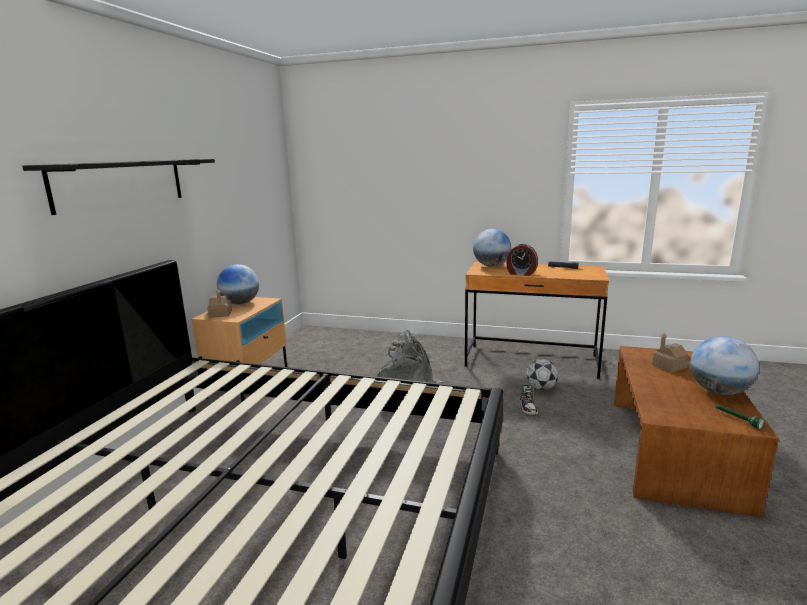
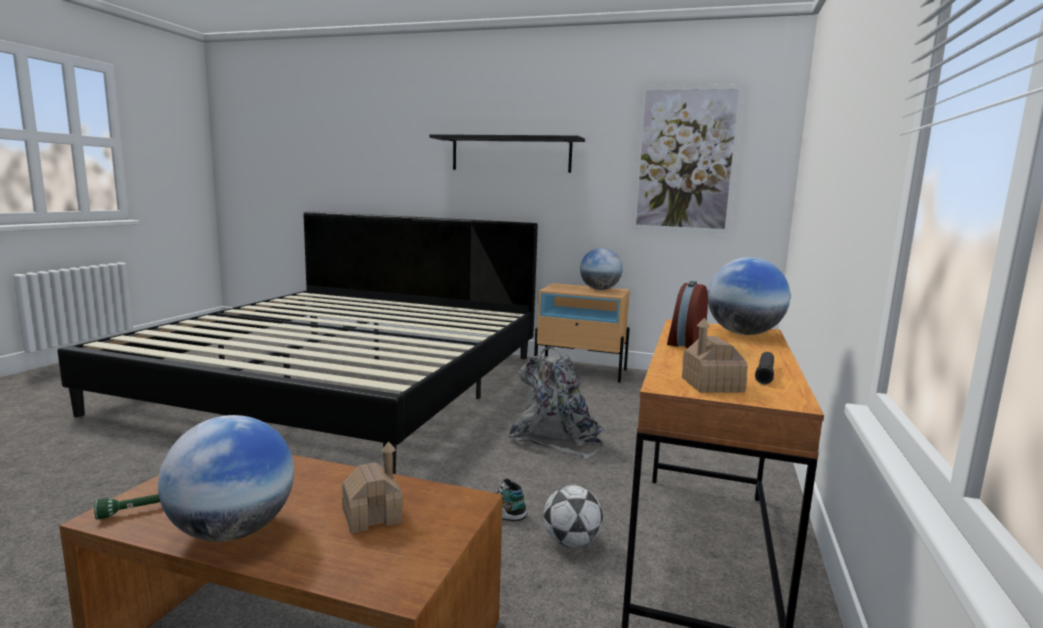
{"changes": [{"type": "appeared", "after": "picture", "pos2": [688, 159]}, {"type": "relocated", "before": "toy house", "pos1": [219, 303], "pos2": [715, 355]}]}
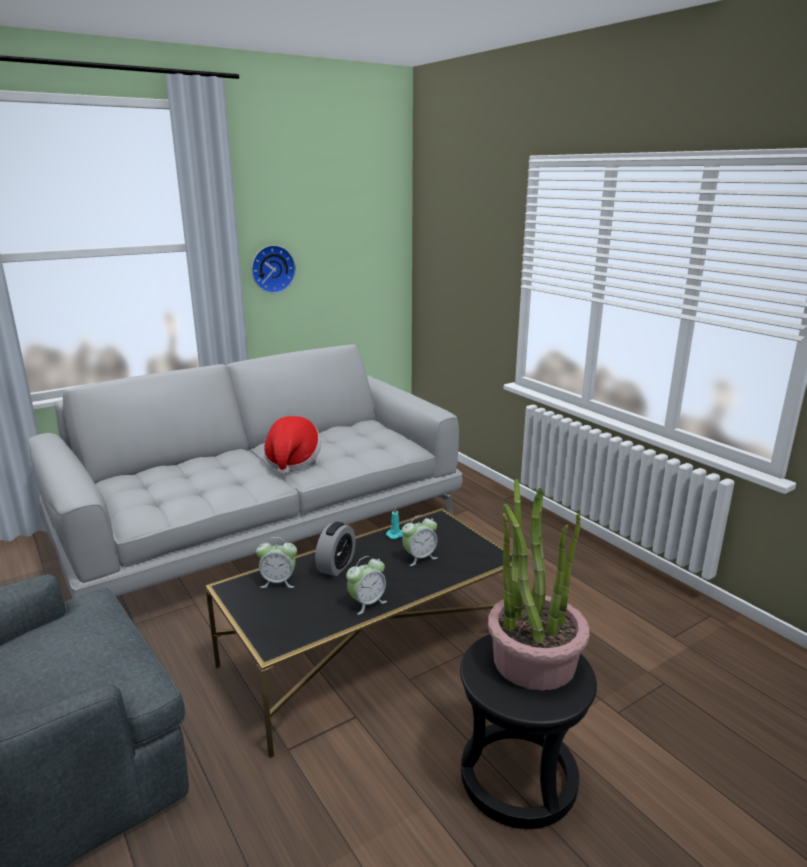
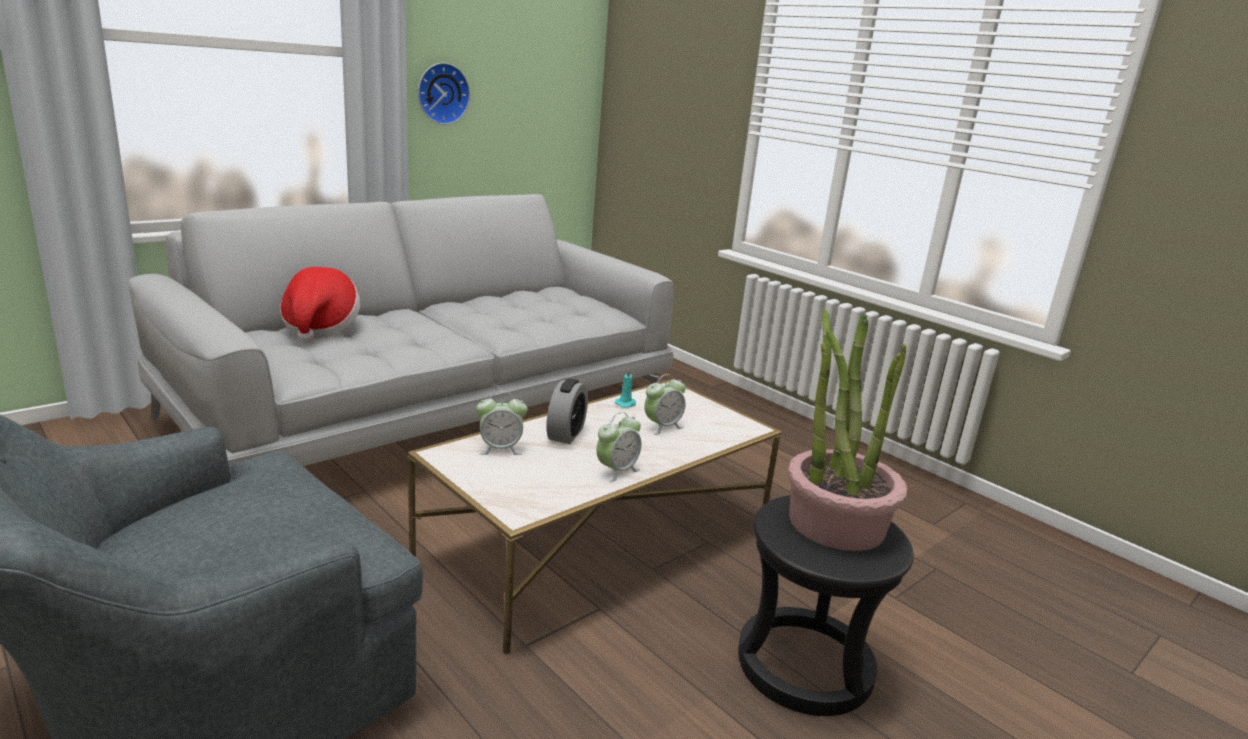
{"changes": [{"type": "relocated", "before": "hat", "pos1": [292, 446], "pos2": [320, 304]}, {"type": "colour", "before": "black coffee table", "after": "white coffee table", "pos1": [358, 633], "pos2": [594, 517]}]}
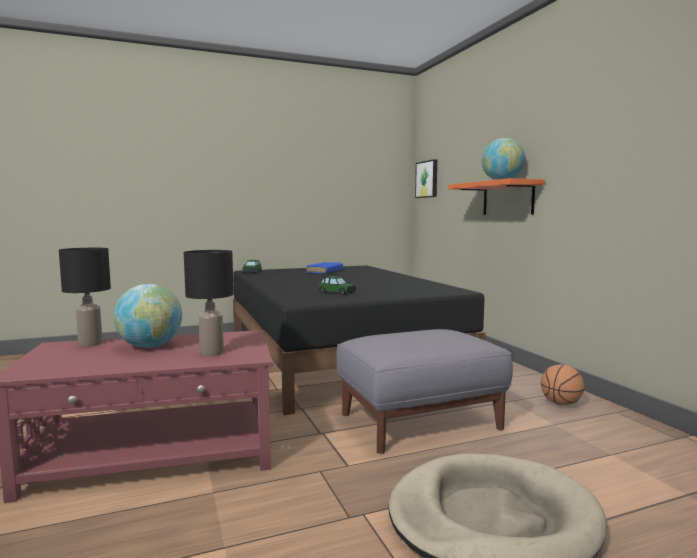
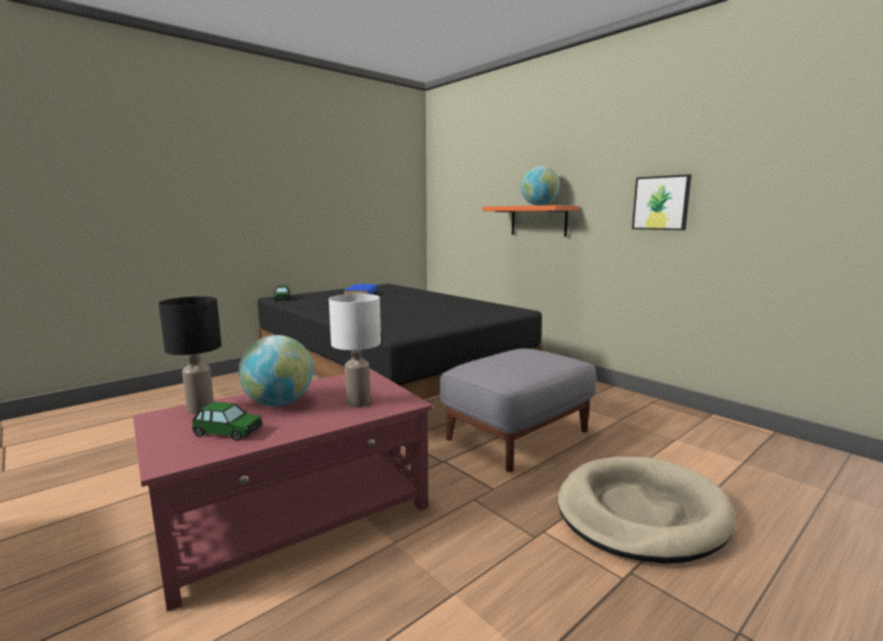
{"changes": [{"type": "relocated", "before": "toy car", "pos1": [337, 285], "pos2": [227, 421]}, {"type": "colour", "before": "black table lamp", "after": "white table lamp", "pos1": [209, 303], "pos2": [355, 350]}, {"type": "relocated", "before": "picture", "pos1": [426, 178], "pos2": [662, 202]}, {"type": "missing", "before": "basketball", "pos1": [563, 384]}]}
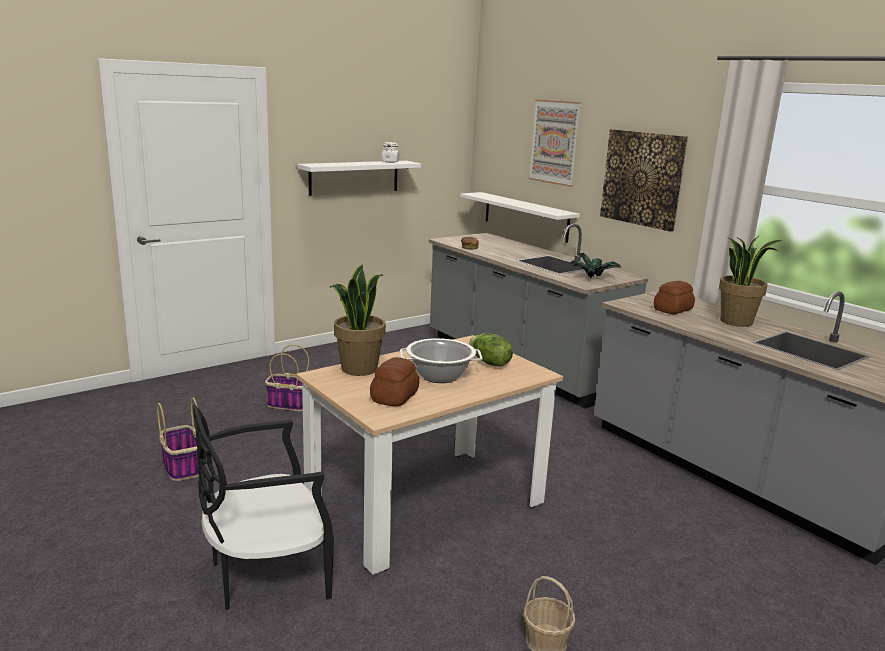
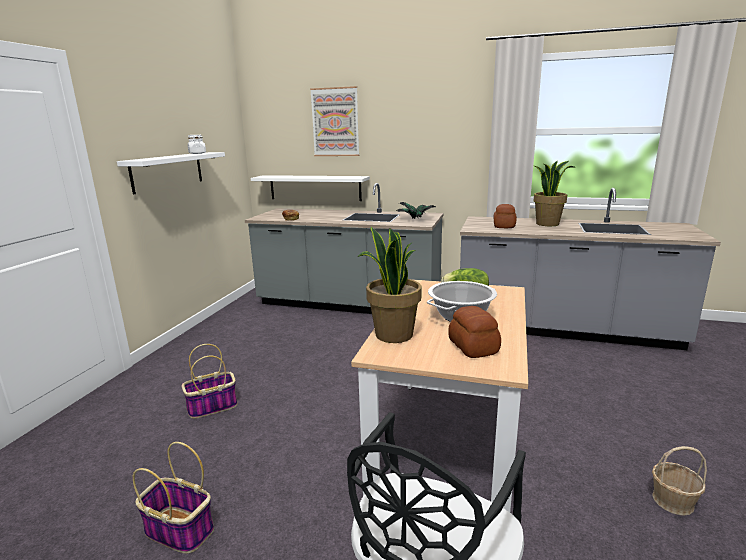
{"changes": [{"type": "missing", "before": "picture", "pos1": [644, 180]}]}
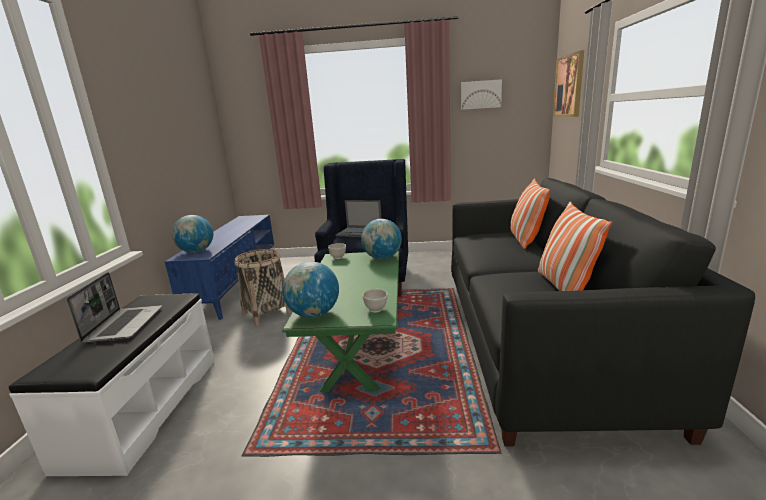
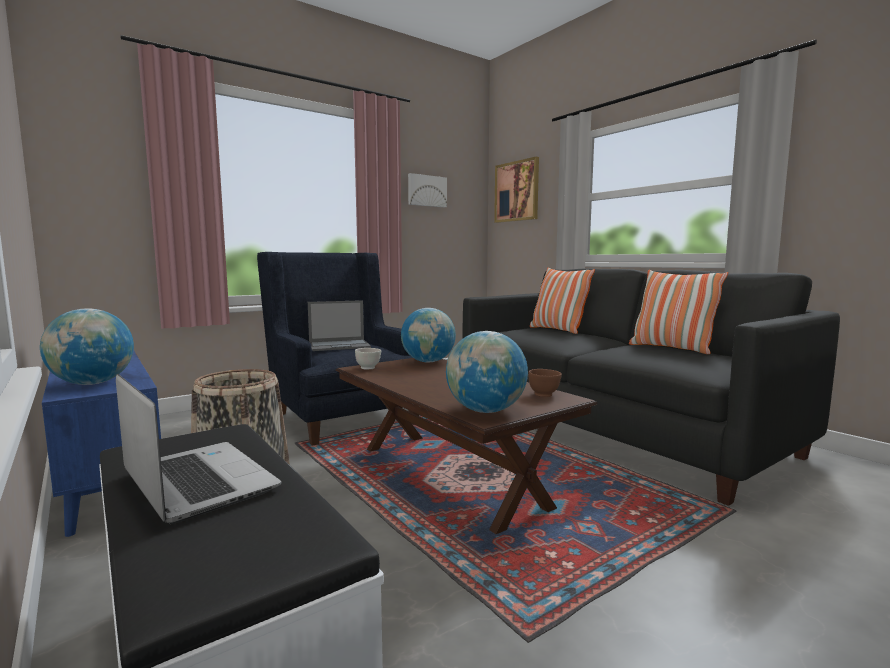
{"changes": [{"type": "colour", "before": "green coffee table", "after": "brown coffee table", "pos1": [340, 321], "pos2": [467, 446]}, {"type": "colour", "before": "white bowl", "after": "brown bowl", "pos1": [375, 301], "pos2": [545, 383]}]}
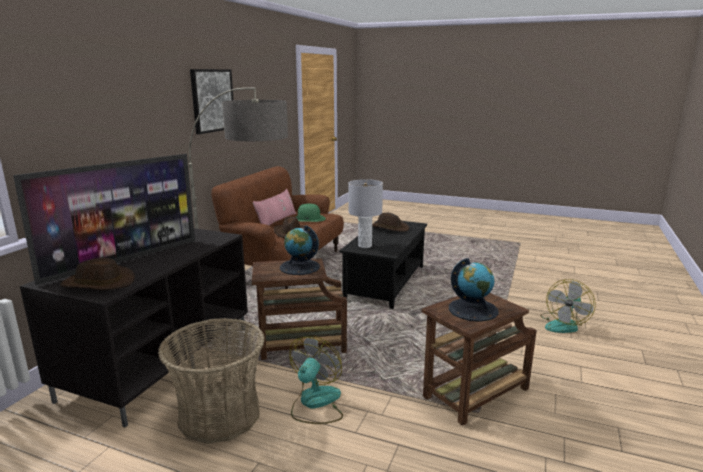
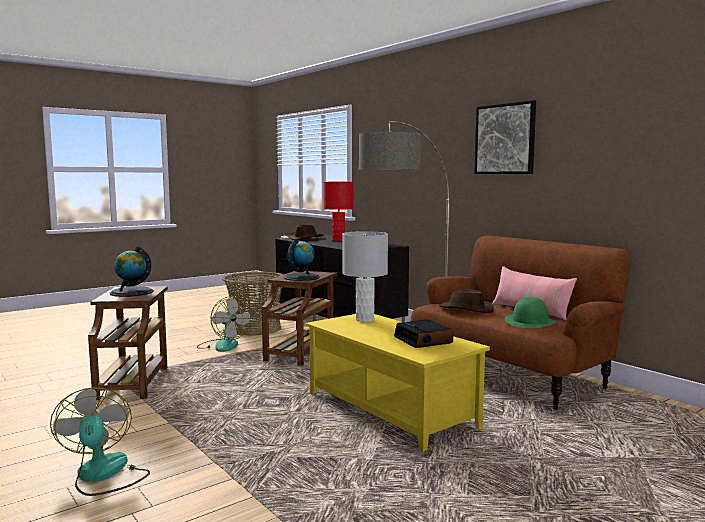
{"changes": [{"type": "colour", "before": "black coffee table", "after": "yellow coffee table", "pos1": [383, 264], "pos2": [398, 383]}, {"type": "exchanged", "before": "television", "after": "red table lamp", "pos1": [104, 219], "pos2": [338, 211]}, {"type": "exchanged", "before": "brown hat", "after": "alarm clock", "pos1": [391, 222], "pos2": [424, 334]}]}
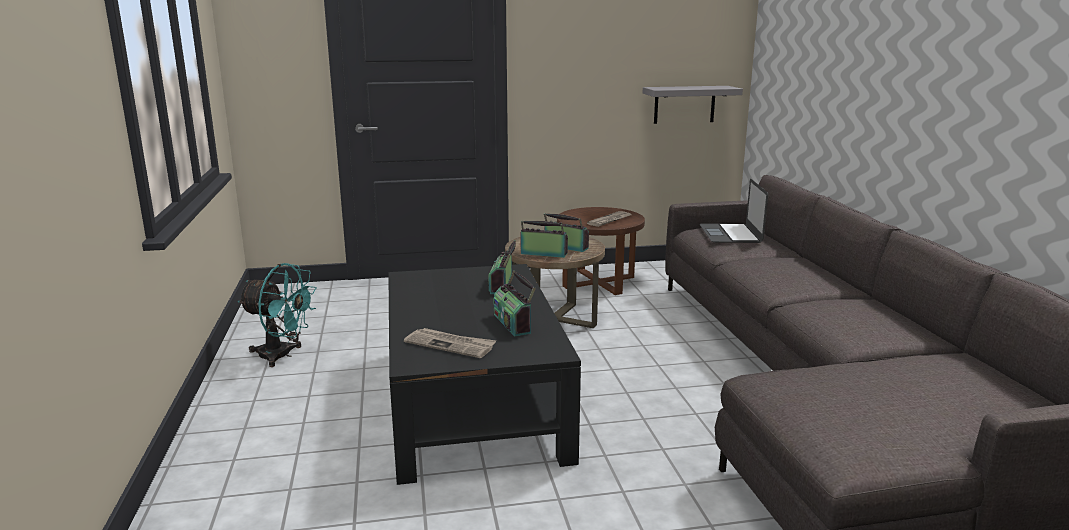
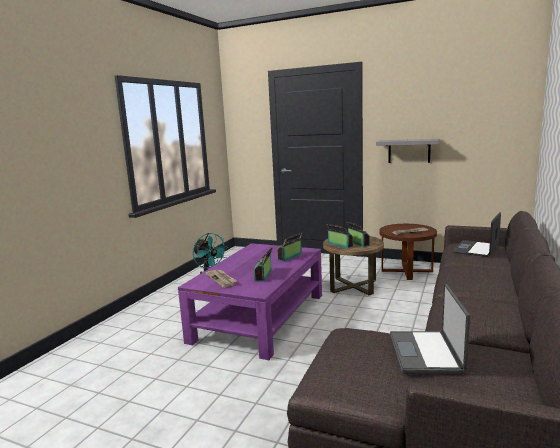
{"changes": [{"type": "colour", "before": "black coffee table", "after": "purple coffee table", "pos1": [484, 374], "pos2": [250, 301]}, {"type": "relocated", "before": "grey shelf", "pos1": [693, 105], "pos2": [408, 151]}, {"type": "appeared", "after": "laptop", "pos2": [430, 329]}]}
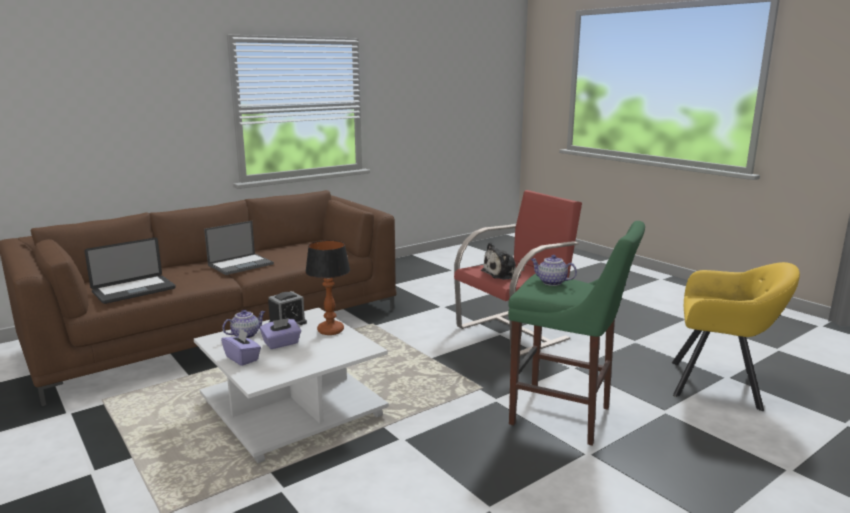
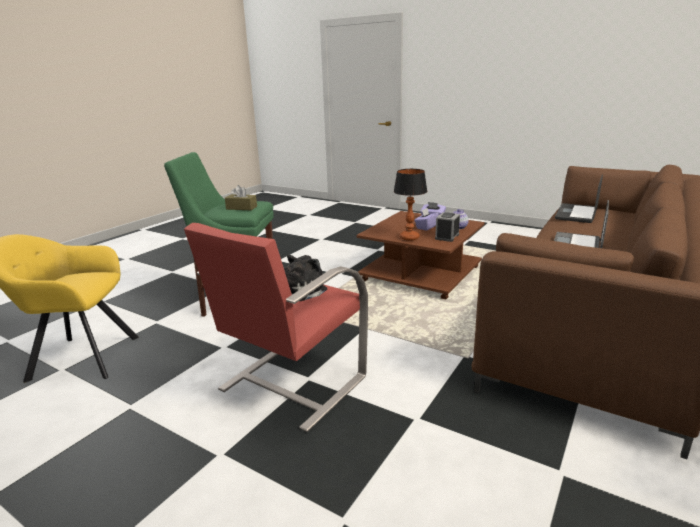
{"changes": [{"type": "exchanged", "before": "teapot", "after": "brown tissue box", "pos1": [554, 270], "pos2": [241, 197]}, {"type": "colour", "before": "white coffee table", "after": "brown coffee table", "pos1": [291, 385], "pos2": [420, 255]}]}
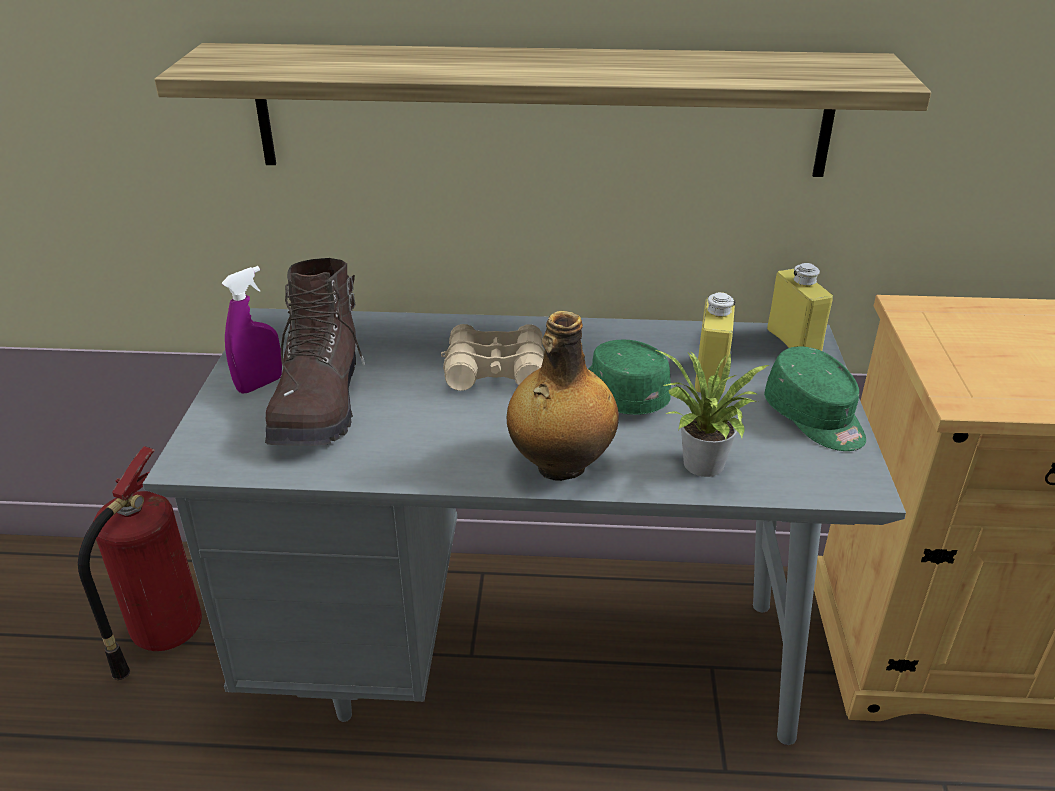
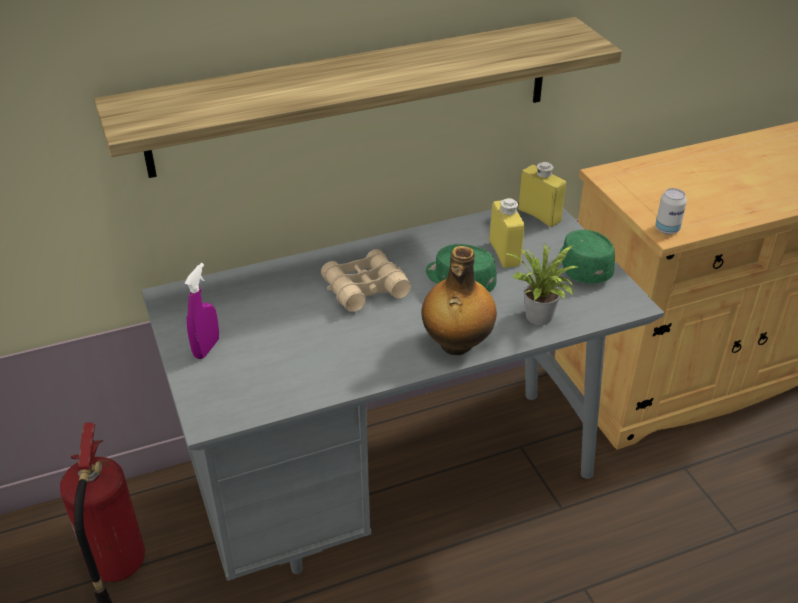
{"changes": [{"type": "spun", "before": "green cap", "pos1": [815, 398], "pos2": [587, 257], "turn": -135}, {"type": "appeared", "after": "can", "pos2": [671, 211]}, {"type": "missing", "before": "brown boot", "pos1": [315, 352]}]}
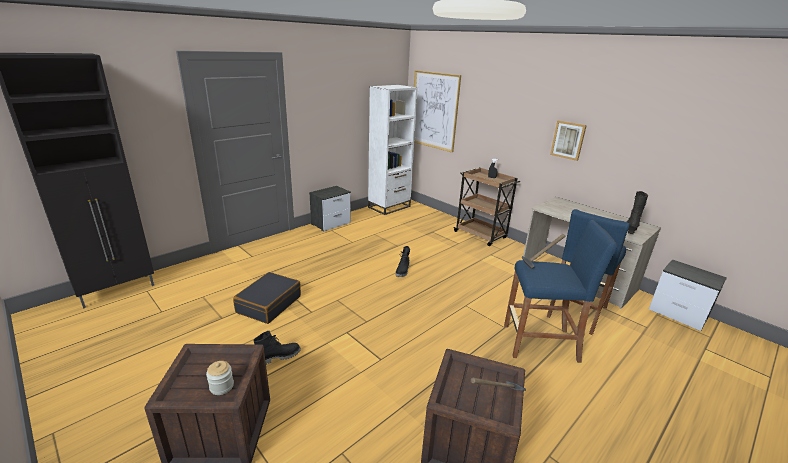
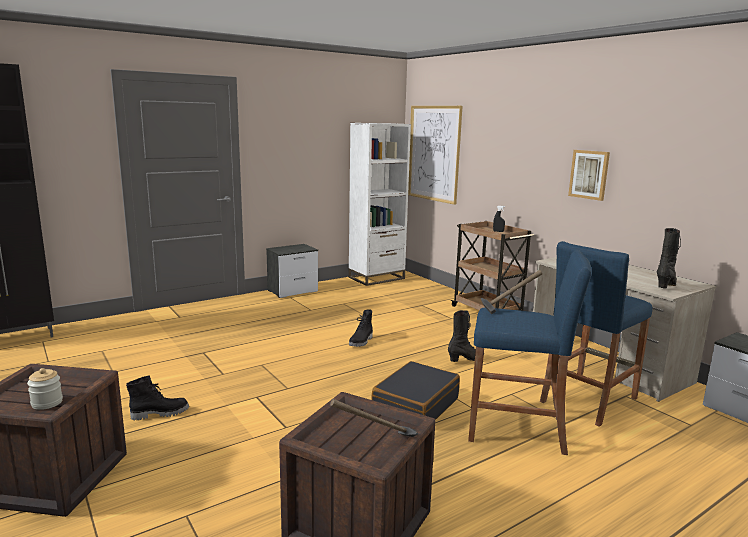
{"changes": [{"type": "relocated", "before": "black suitcase", "pos1": [267, 298], "pos2": [416, 390]}, {"type": "appeared", "after": "black boot", "pos2": [462, 336]}]}
